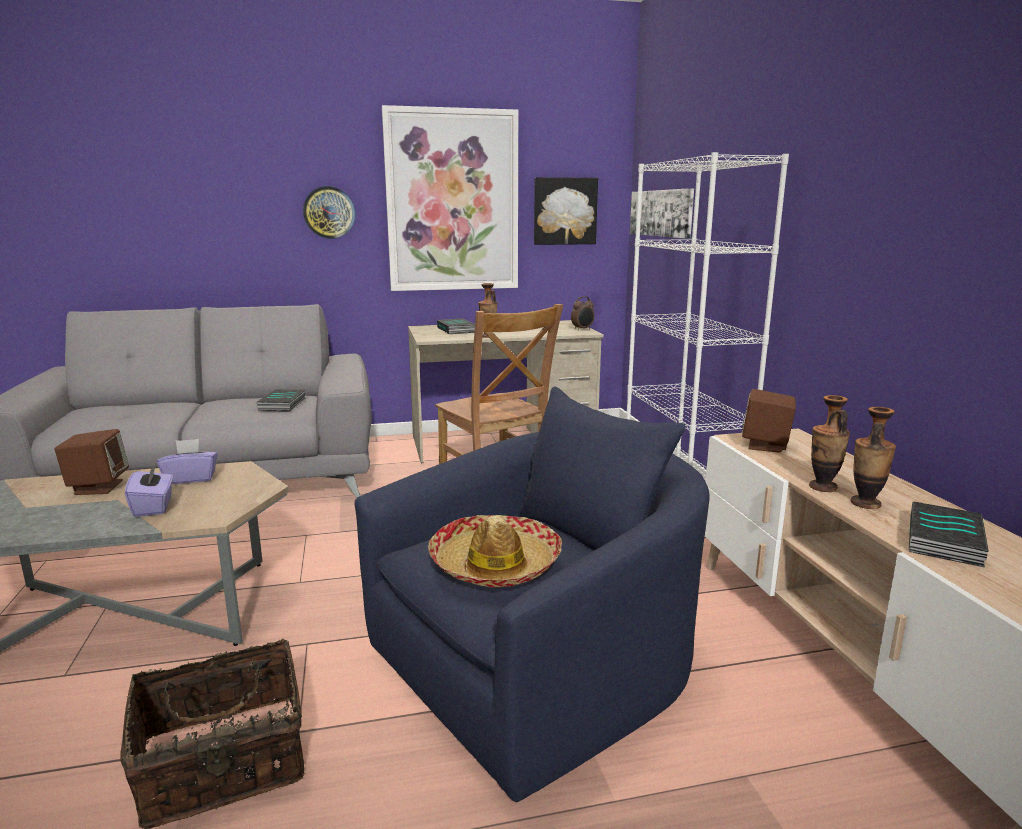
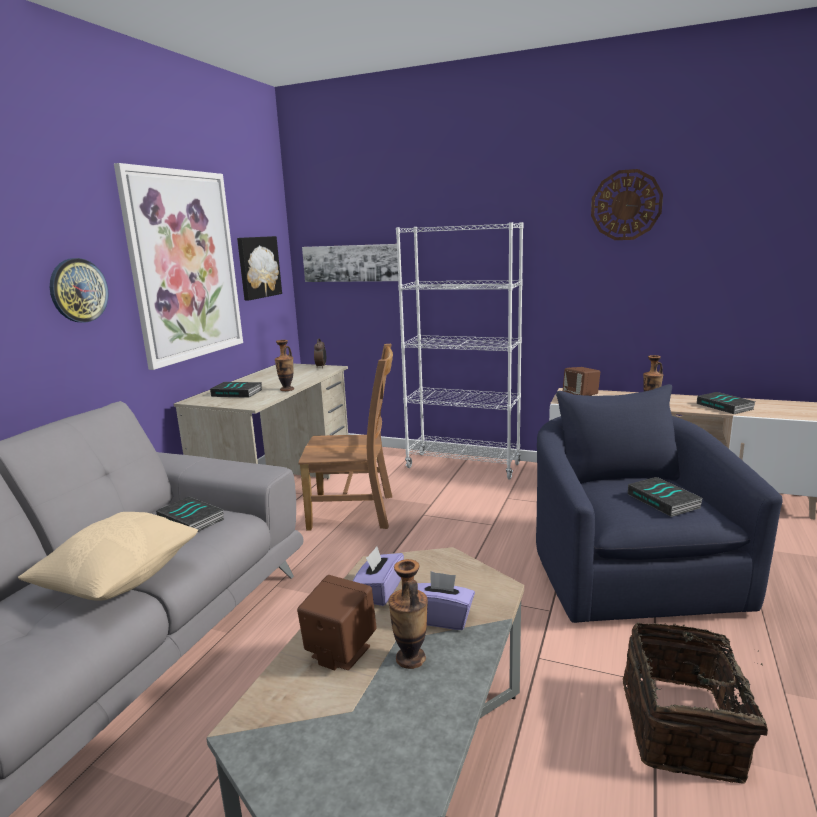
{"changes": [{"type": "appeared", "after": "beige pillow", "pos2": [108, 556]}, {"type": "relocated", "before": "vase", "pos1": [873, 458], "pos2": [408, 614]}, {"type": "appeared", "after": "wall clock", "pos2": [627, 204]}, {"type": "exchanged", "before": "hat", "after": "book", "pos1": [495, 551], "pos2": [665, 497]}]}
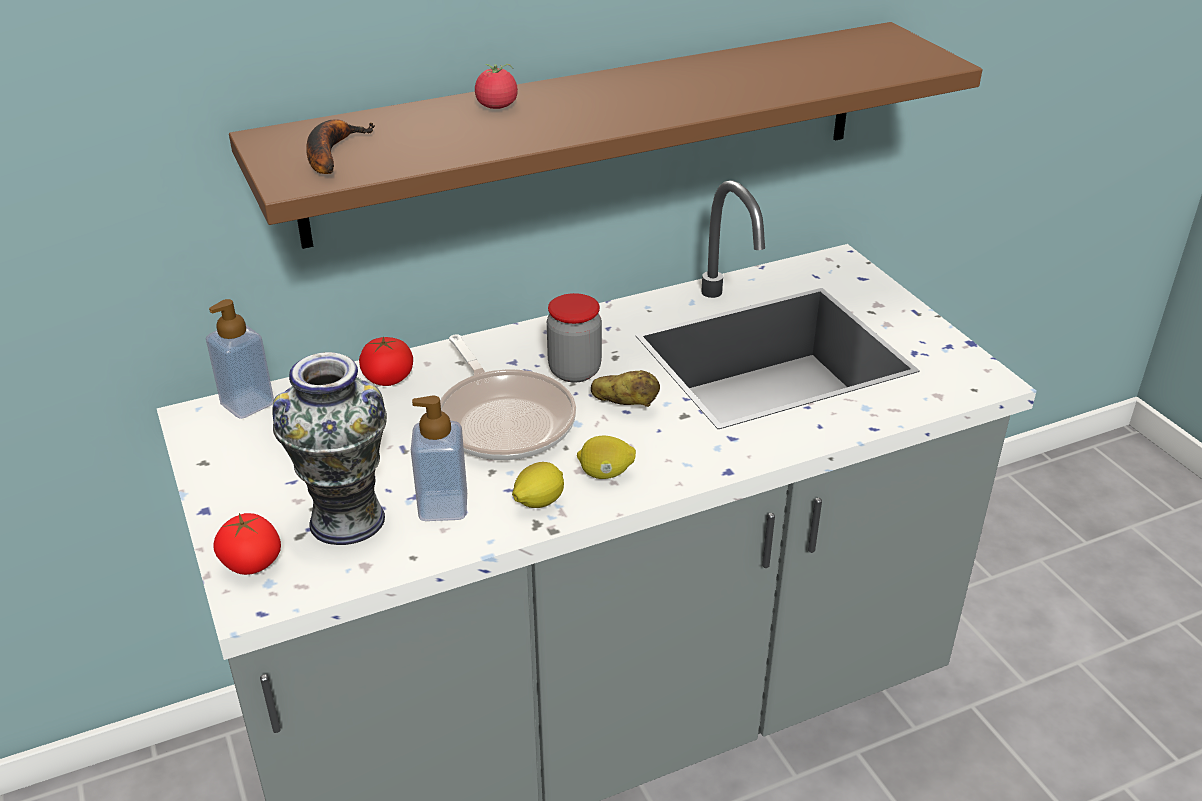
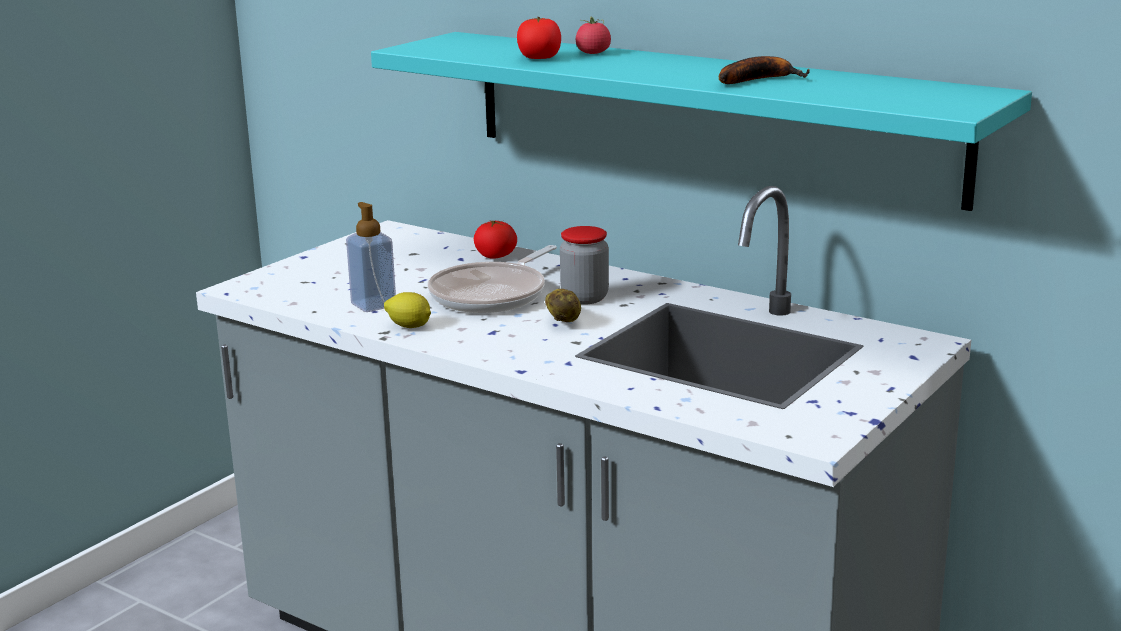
{"changes": [{"type": "colour", "before": "brown shelf", "after": "turquoise shelf", "pos1": [605, 135], "pos2": [701, 121]}, {"type": "relocated", "before": "tomato", "pos1": [247, 544], "pos2": [539, 38]}, {"type": "relocated", "before": "banana", "pos1": [340, 146], "pos2": [764, 70]}, {"type": "missing", "before": "soap dispenser", "pos1": [240, 359]}, {"type": "missing", "before": "vase", "pos1": [330, 448]}, {"type": "missing", "before": "lemon", "pos1": [606, 457]}]}
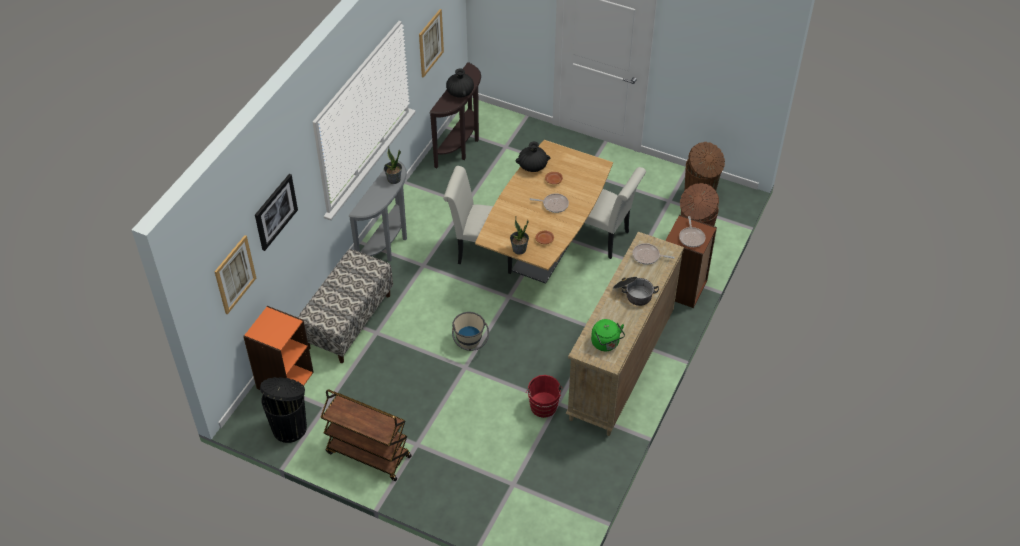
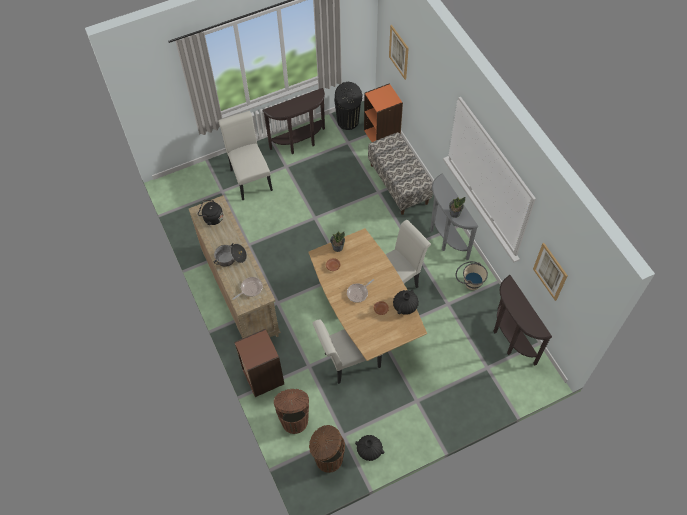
{"changes": [{"type": "colour", "before": "green kettle", "after": "black kettle", "pos1": [608, 335], "pos2": [210, 212]}, {"type": "appeared", "after": "white chair", "pos2": [245, 155]}, {"type": "exchanged", "before": "brown cart", "after": "brown console table", "pos1": [366, 435], "pos2": [294, 121]}, {"type": "relocated", "before": "black vase", "pos1": [460, 83], "pos2": [370, 448]}, {"type": "relocated", "before": "beige bucket", "pos1": [470, 331], "pos2": [472, 275]}, {"type": "missing", "before": "picture", "pos1": [276, 212]}, {"type": "missing", "before": "red bucket", "pos1": [544, 396]}, {"type": "missing", "before": "frying pan", "pos1": [692, 231]}]}
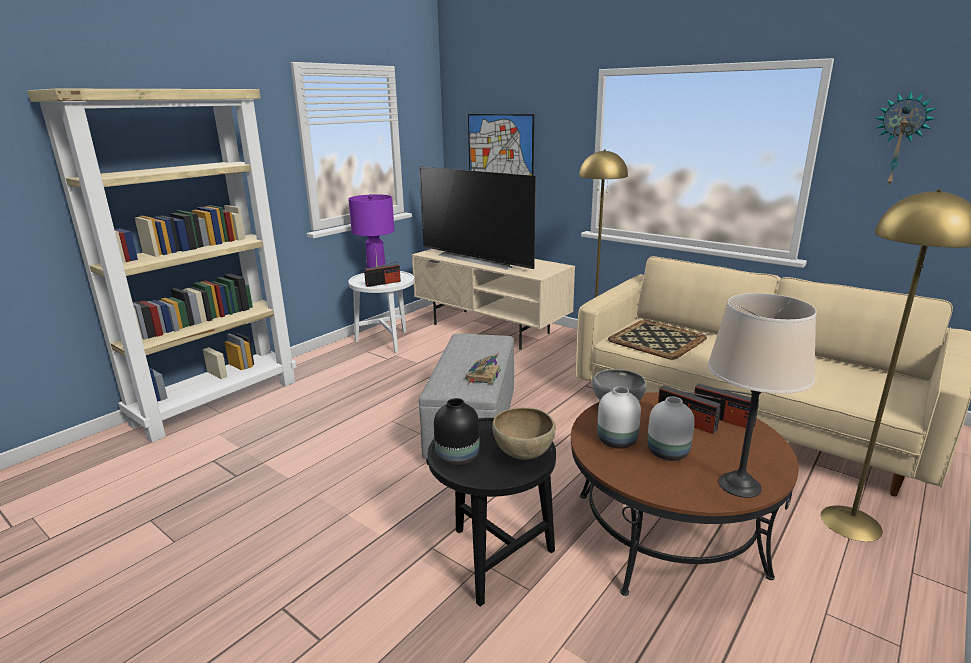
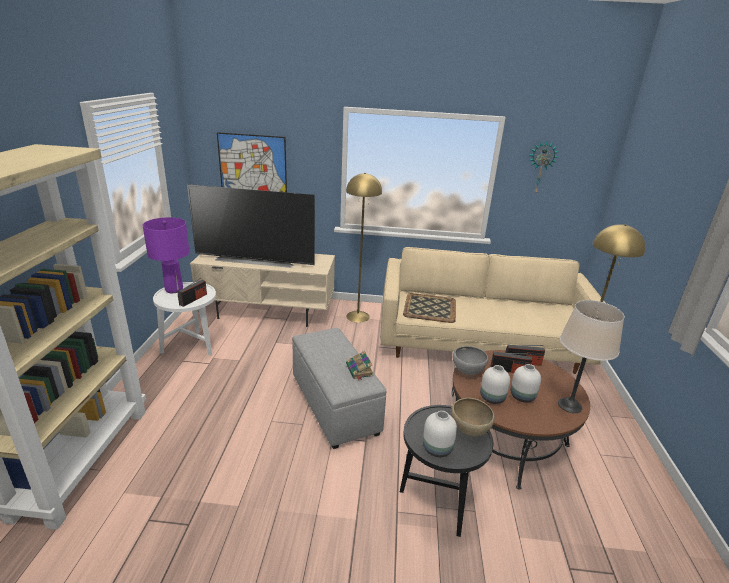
{"changes": [{"type": "colour", "before": "black vase", "after": "white vase", "pos1": [456, 432], "pos2": [440, 434]}]}
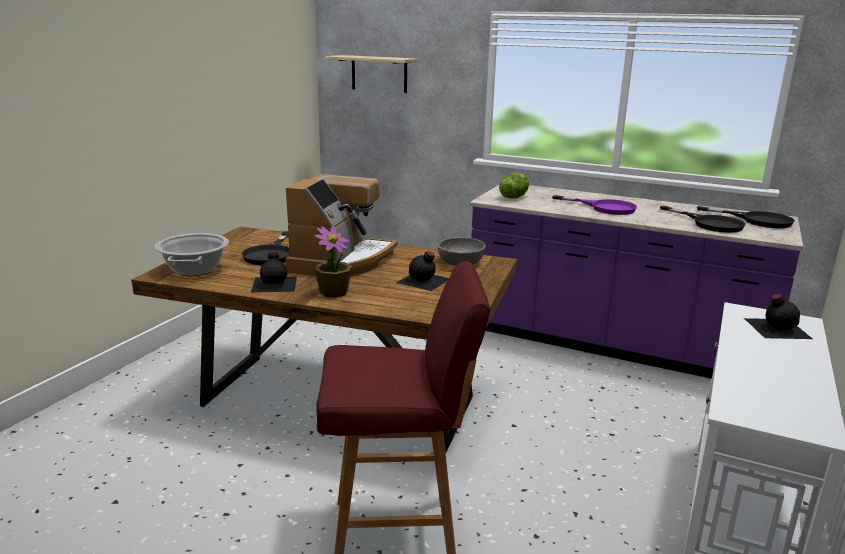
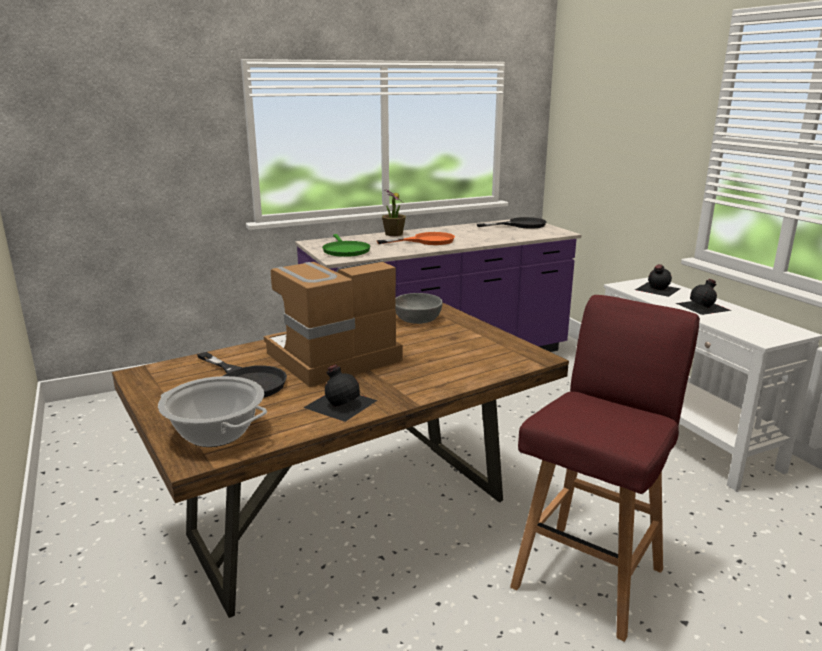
{"changes": [{"type": "spun", "before": "coffee machine", "pos1": [341, 225], "pos2": [333, 323], "turn": -90}, {"type": "exchanged", "before": "lettuce", "after": "green frying pan", "pos1": [514, 186], "pos2": [346, 245]}, {"type": "colour", "before": "purple frying pan", "after": "orange frying pan", "pos1": [594, 205], "pos2": [415, 238]}, {"type": "relocated", "before": "potted plant", "pos1": [333, 262], "pos2": [394, 213]}, {"type": "relocated", "before": "black bottle", "pos1": [422, 271], "pos2": [704, 297]}, {"type": "missing", "before": "shelf", "pos1": [372, 74]}, {"type": "missing", "before": "black frying pan", "pos1": [703, 219]}]}
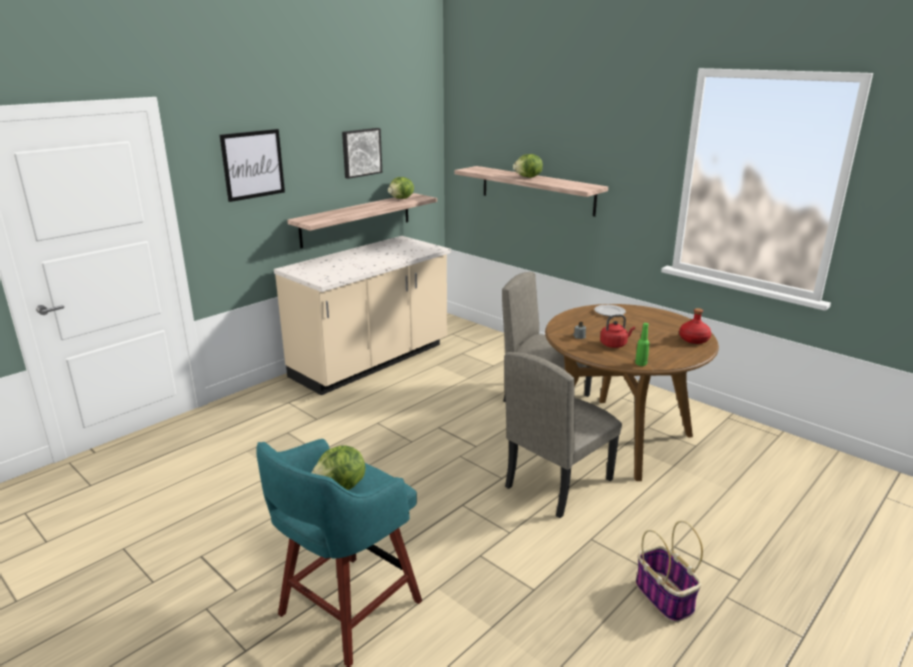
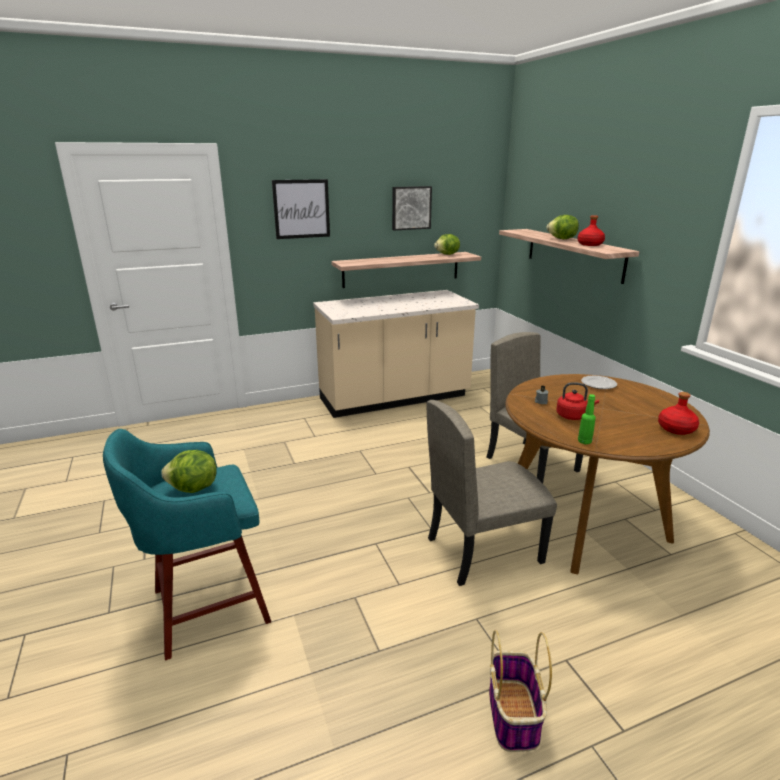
{"changes": [{"type": "appeared", "after": "red bottle", "pos2": [591, 230]}]}
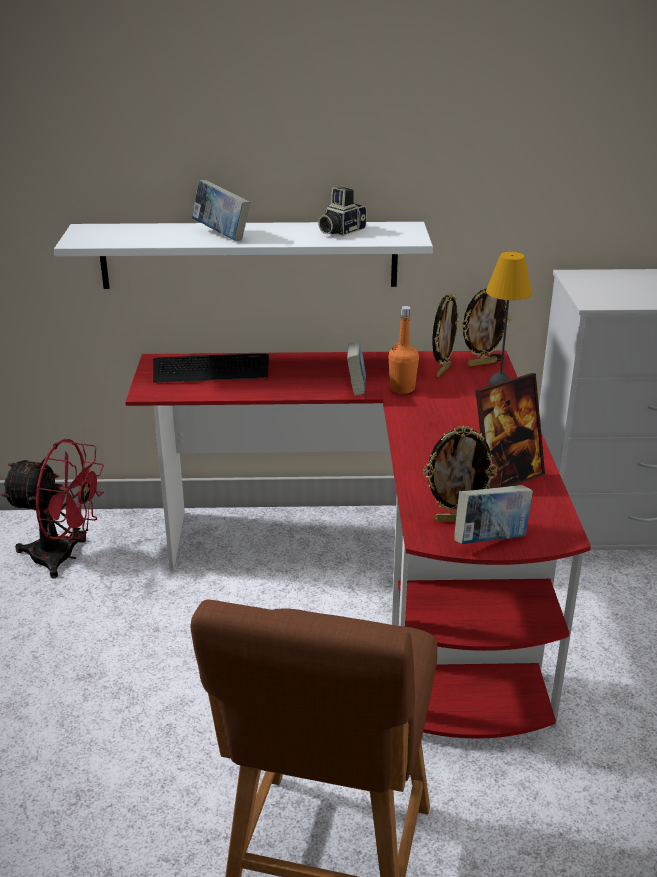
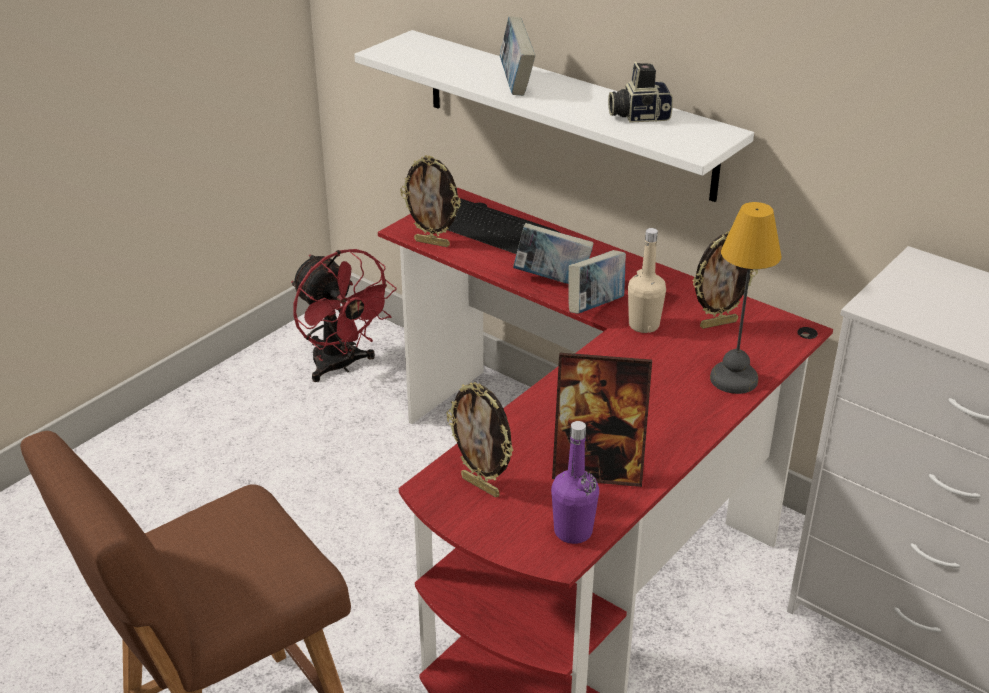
{"changes": [{"type": "relocated", "before": "picture frame", "pos1": [486, 327], "pos2": [430, 201]}, {"type": "relocated", "before": "book", "pos1": [493, 514], "pos2": [553, 253]}, {"type": "appeared", "after": "purple bottle", "pos2": [575, 482]}, {"type": "colour", "before": "orange bottle", "after": "beige bottle", "pos1": [404, 350], "pos2": [647, 280]}]}
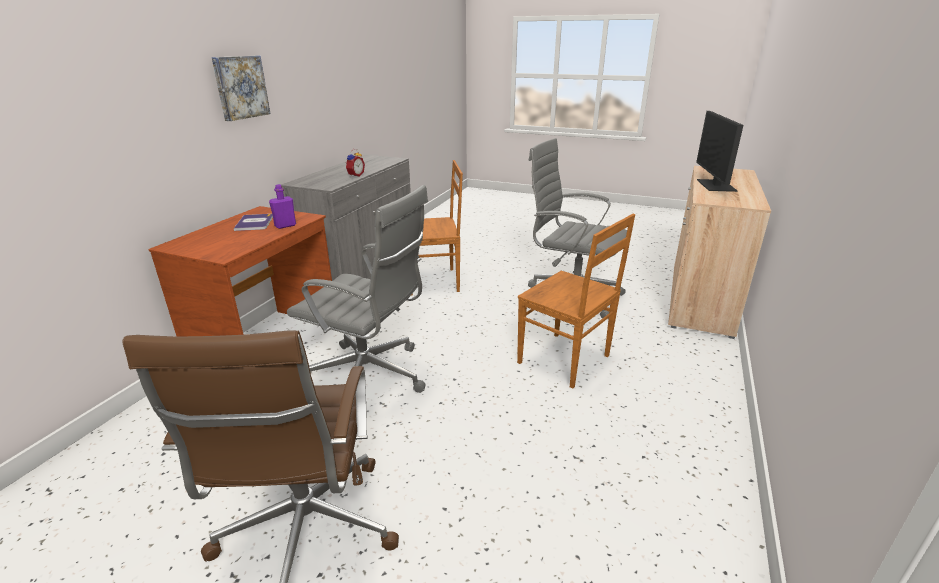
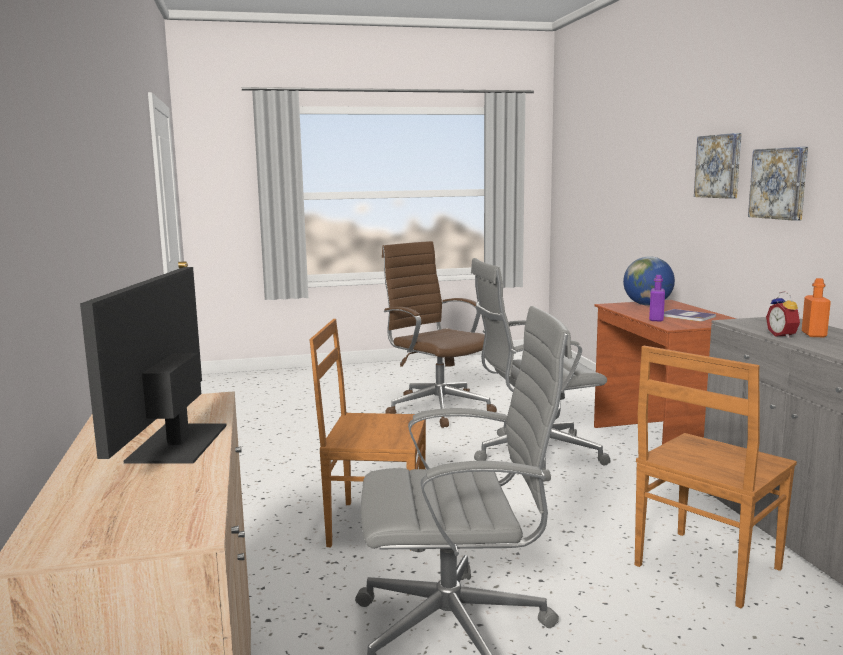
{"changes": [{"type": "spun", "before": "monitor", "pos1": [720, 151], "pos2": [153, 365], "turn": -150}, {"type": "appeared", "after": "globe", "pos2": [649, 281]}, {"type": "appeared", "after": "picture", "pos2": [718, 166]}, {"type": "appeared", "after": "orange bottle", "pos2": [816, 307]}]}
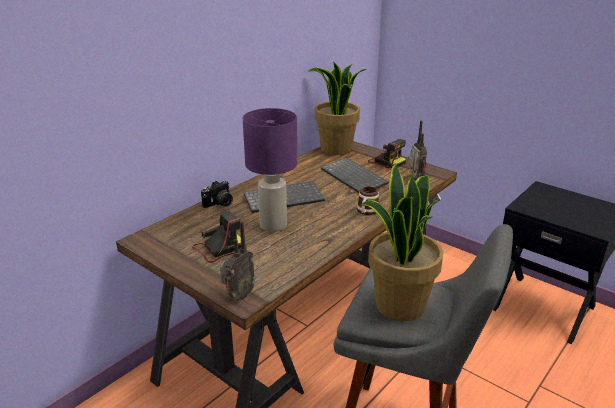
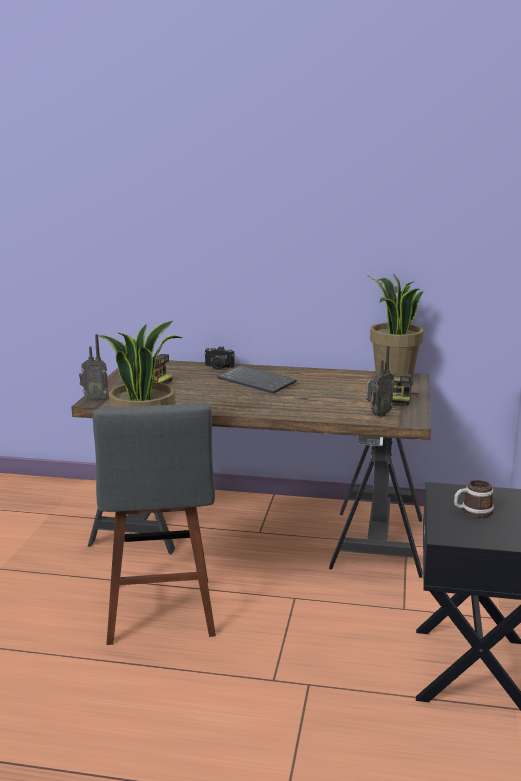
{"changes": [{"type": "relocated", "before": "mug", "pos1": [368, 201], "pos2": [474, 499]}, {"type": "missing", "before": "purple table lamp", "pos1": [270, 170]}, {"type": "missing", "before": "keyboard", "pos1": [355, 175]}]}
